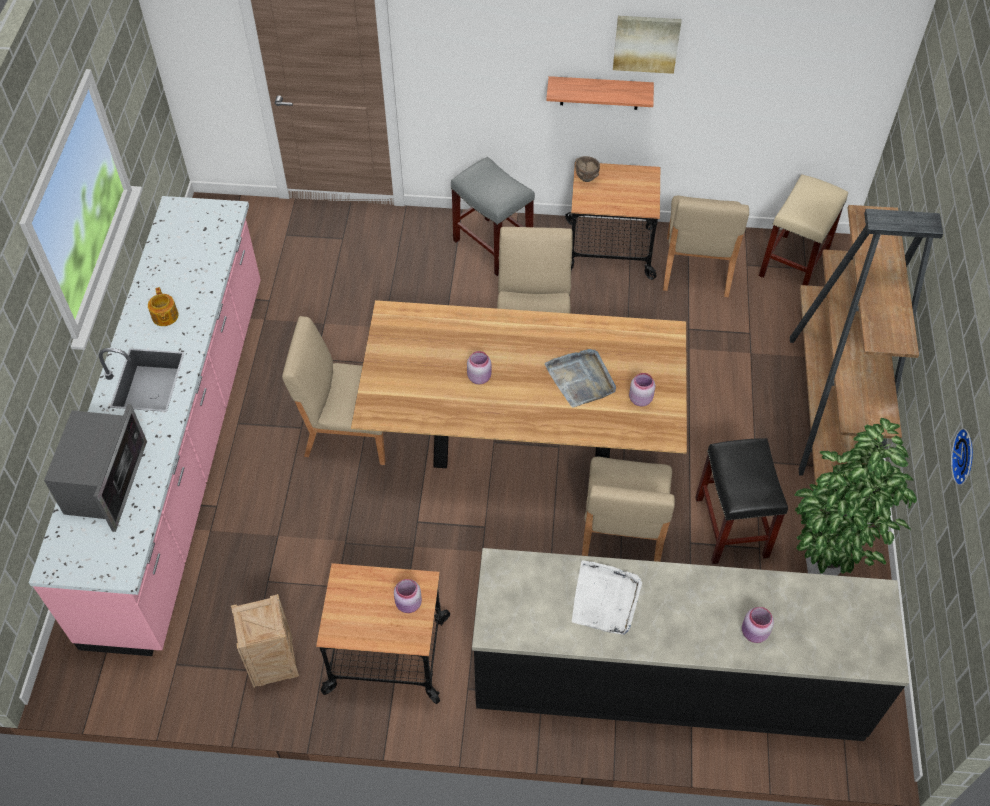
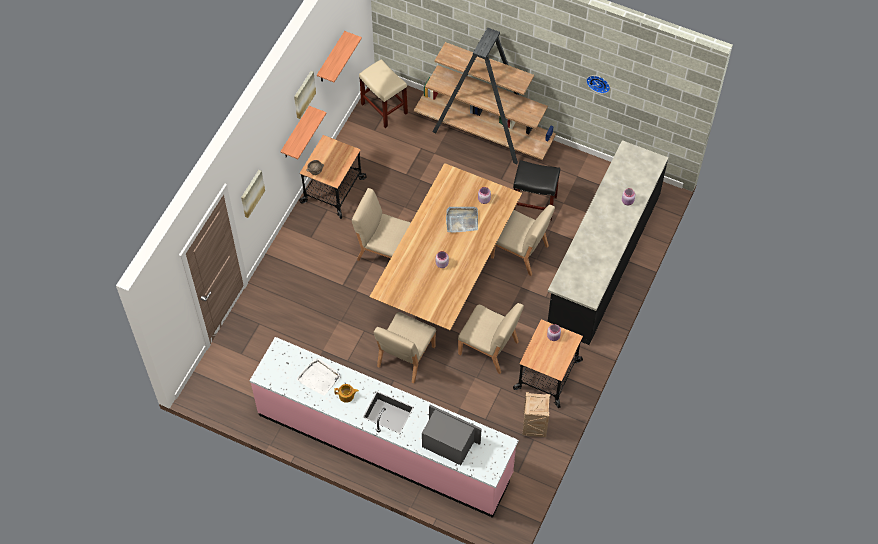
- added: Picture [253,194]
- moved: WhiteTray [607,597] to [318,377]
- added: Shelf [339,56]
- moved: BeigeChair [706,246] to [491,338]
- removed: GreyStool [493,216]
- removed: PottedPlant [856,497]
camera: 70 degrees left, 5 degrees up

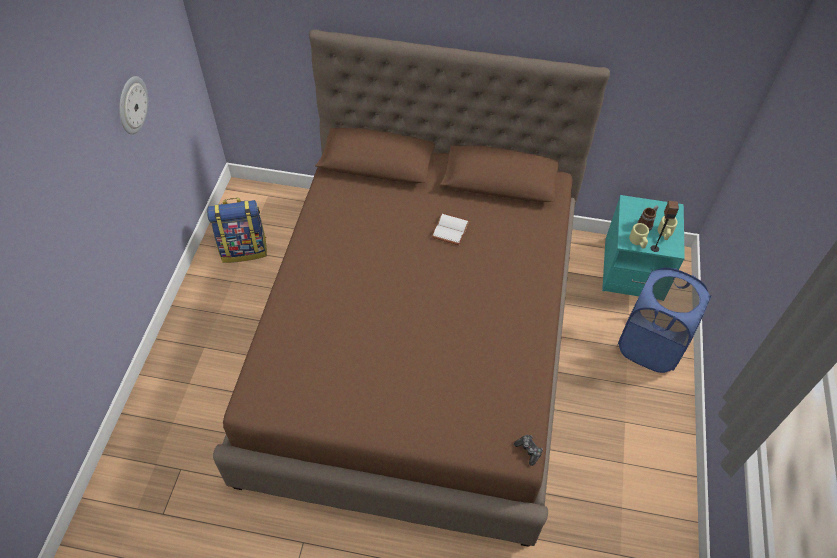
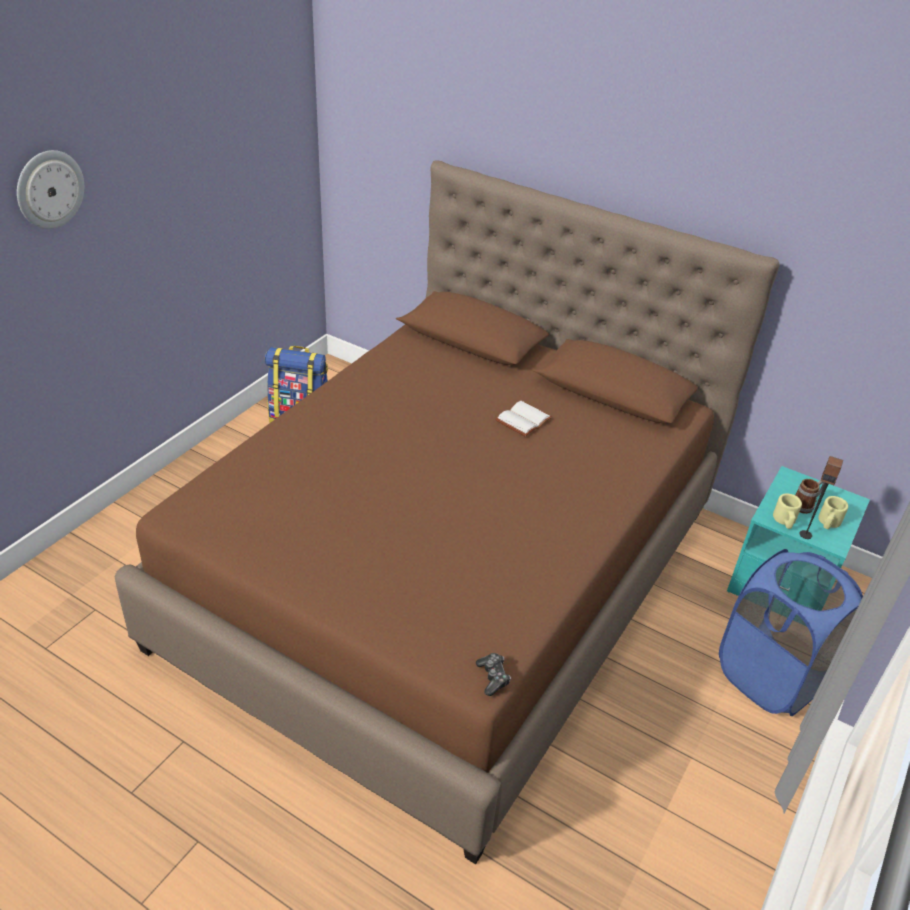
- moved: WallClock [133,105] to [50,189]
camera: 20 degrees right, 15 degrees down

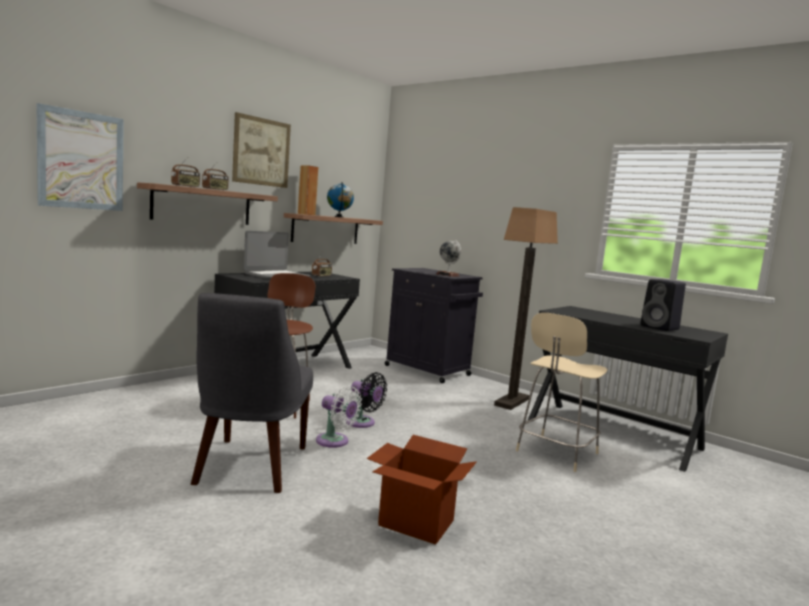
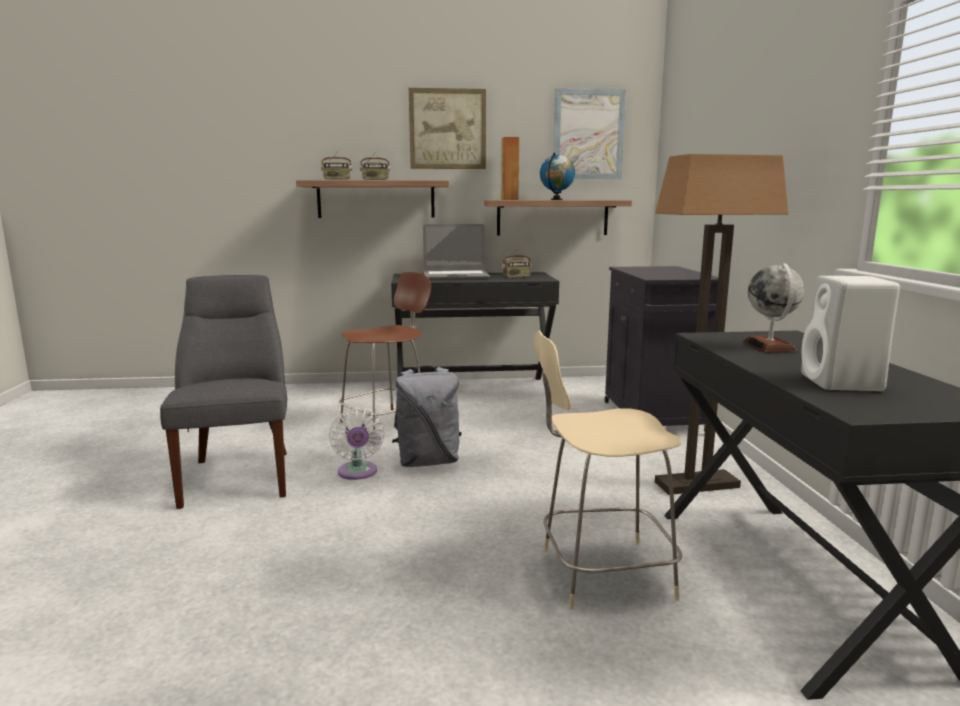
- turned: GreyChair [252,393] = [224,392] 120 degrees clockwise
- replaced: BlackFan [366,400] to GreyBackpack [427,416]
- moved: Picture [80,157] to [590,133]
- moved: Globe [448,258] to [773,308]
- recoloured: BlackSpeaker [663,305] to WhiteSpeaker [850,333]
- removed: CardboardBox [422,490]
camera: 45 degrees right, 5 degrees up

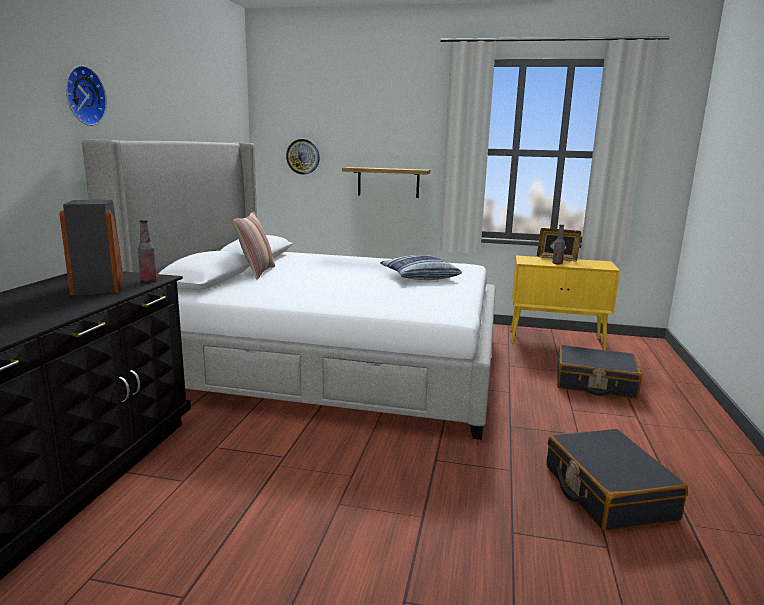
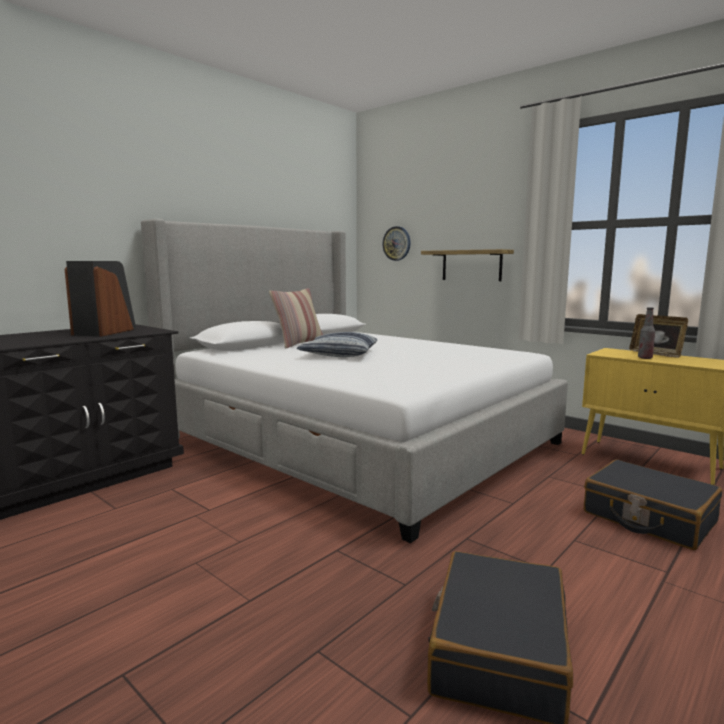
- moved: Pillow [421,267] to [337,344]
- removed: WallClock [86,95]
- removed: Bottle [147,251]
camera: 30 degrees right, 5 degrees down

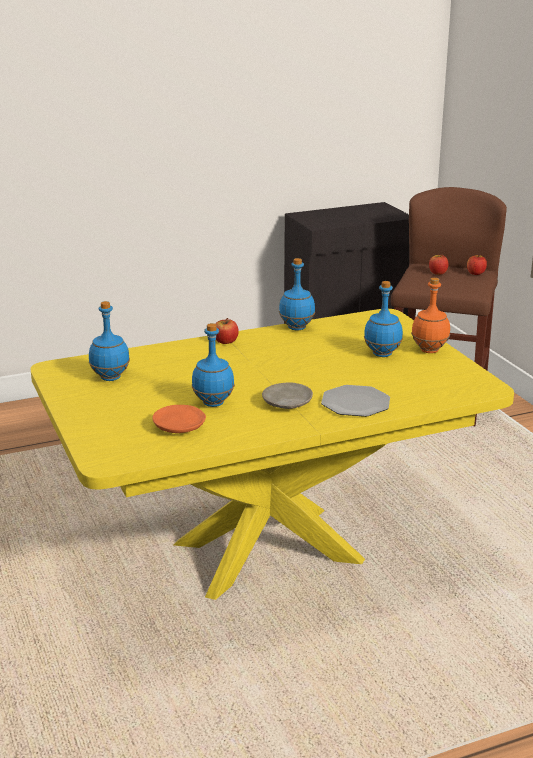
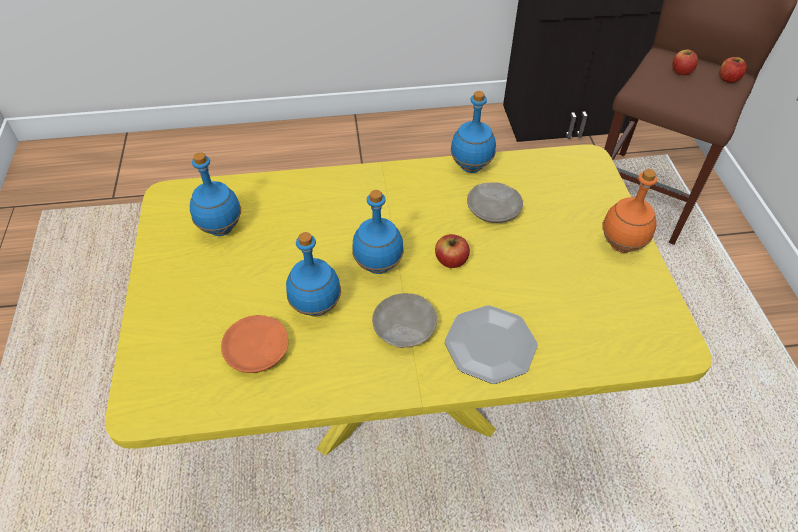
- moved: BlueBottle [383,319] to [378,232]
- moved: Apple [227,331] to [452,251]
- added: BeigePlate [495,203]
camera: 15 degrees right, 25 degrees up

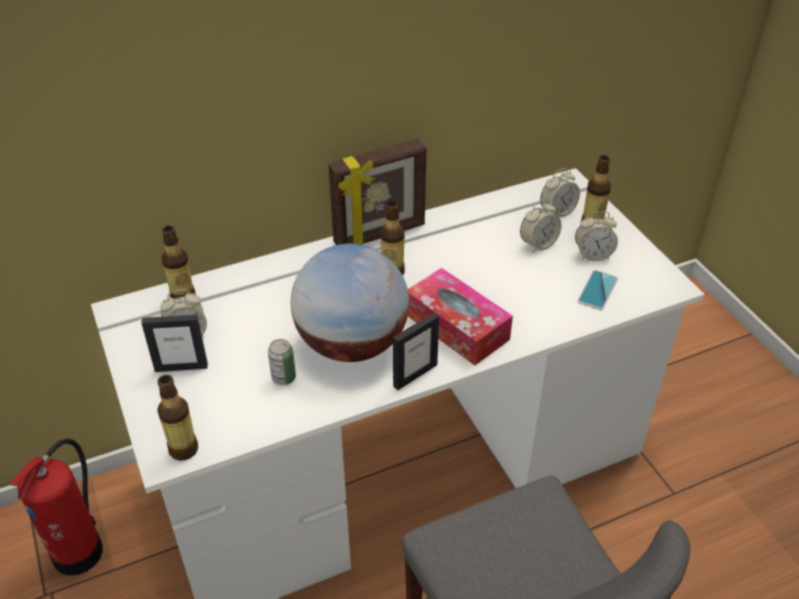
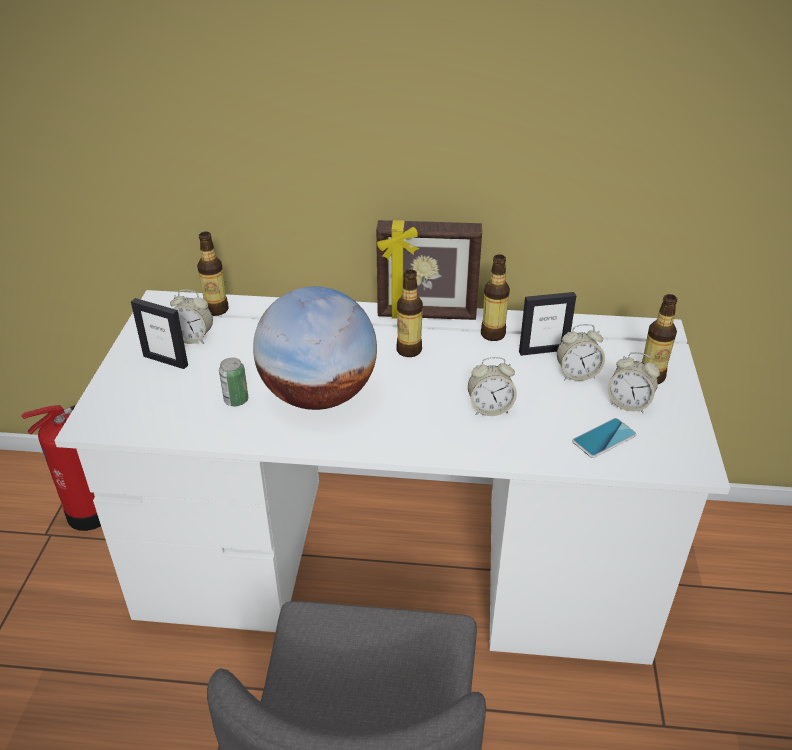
- moved: AlarmClock [560,192] to [492,386]
- moved: Bottle [177,418] to [495,297]
- moved: PictureFrame [416,351] to [547,324]
- removed: TissueBox [460,317]
camera: 30 degrees right, 5 degrees down

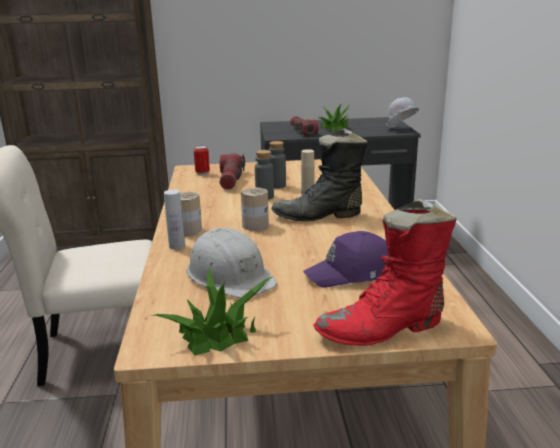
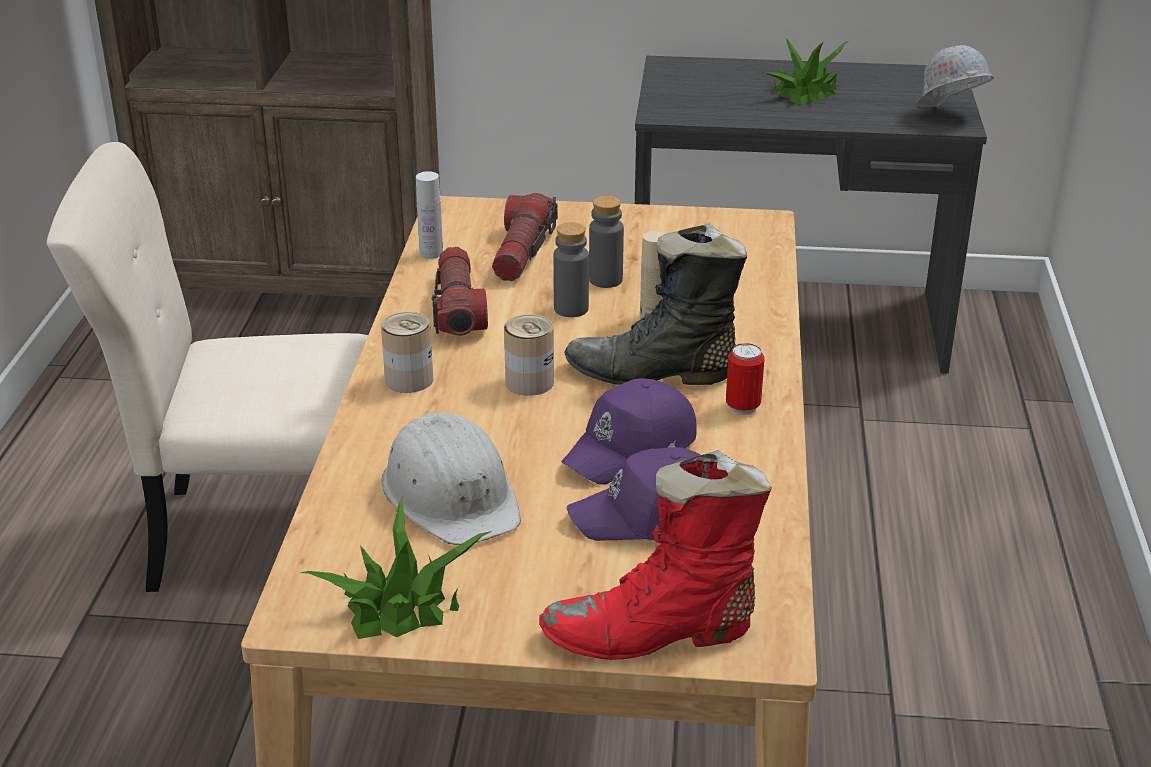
- moved: WhiteBottle [174,219] to [429,215]
- moved: Flashlight [304,125] to [459,291]
- added: PurpleCap [629,431]
- moved: Can [202,160] to [745,379]
camera: 10 degrees right, 10 degrees up

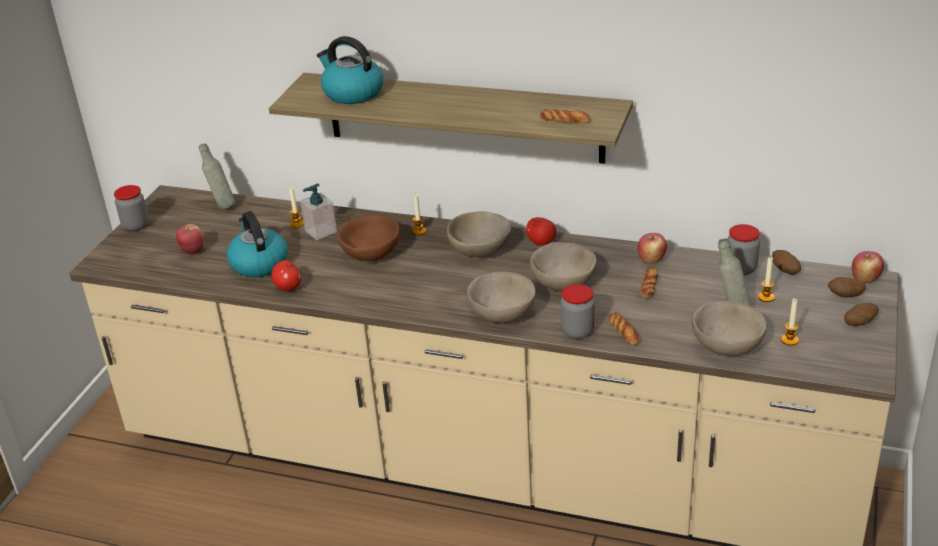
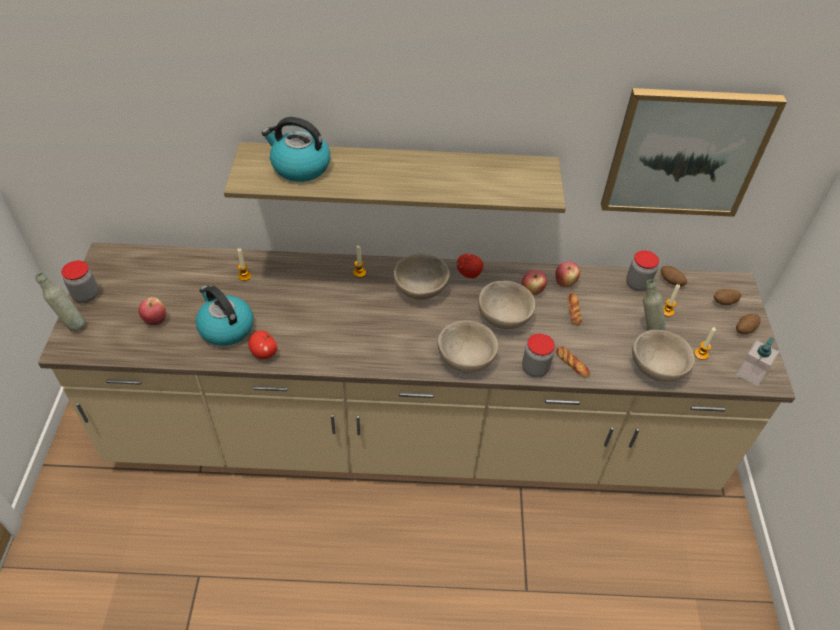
- moved: GreyBottle [217,176] to [60,302]
- moved: Apple [868,267] to [534,283]
- added: Picture [694,152]
- moved: SoapDispenser [318,211] to [758,361]
- removed: BrownBowl [368,238]
- removed: Bread [565,116]
camera: 20 degrees left, 15 degrees up

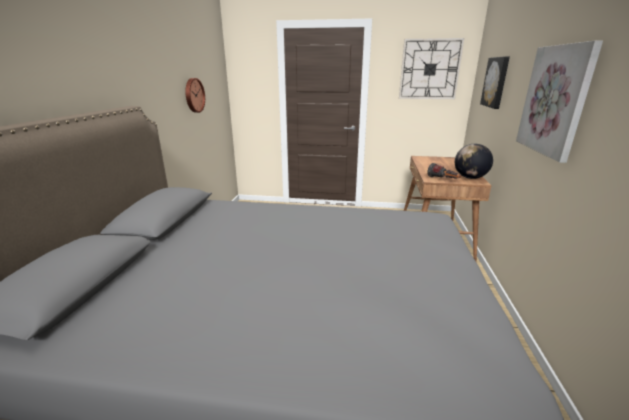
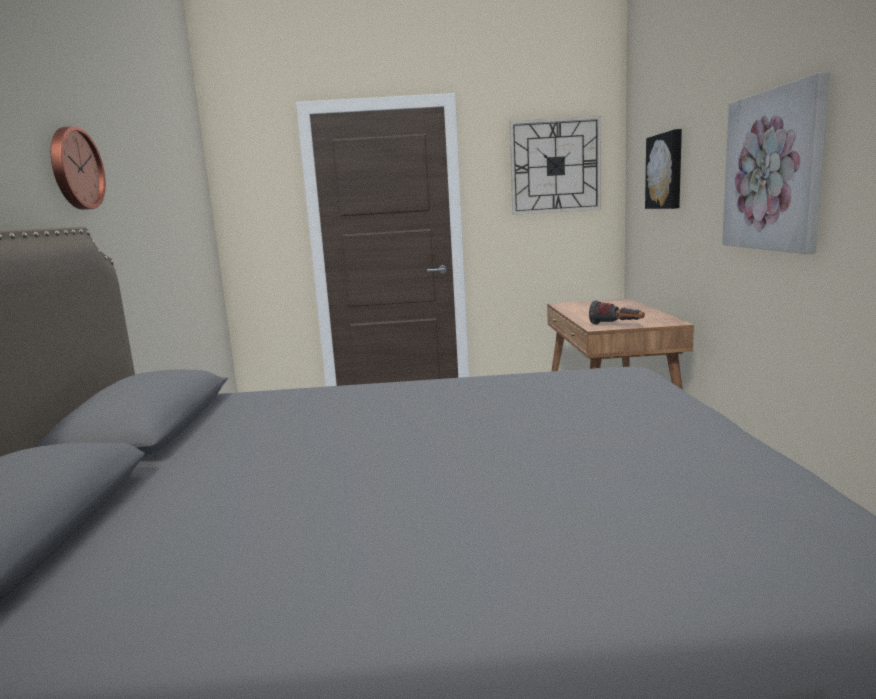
- moved: WallClock [195,95] to [78,168]
- removed: Globe [474,161]
camera: 10 degrees left, 10 degrees down

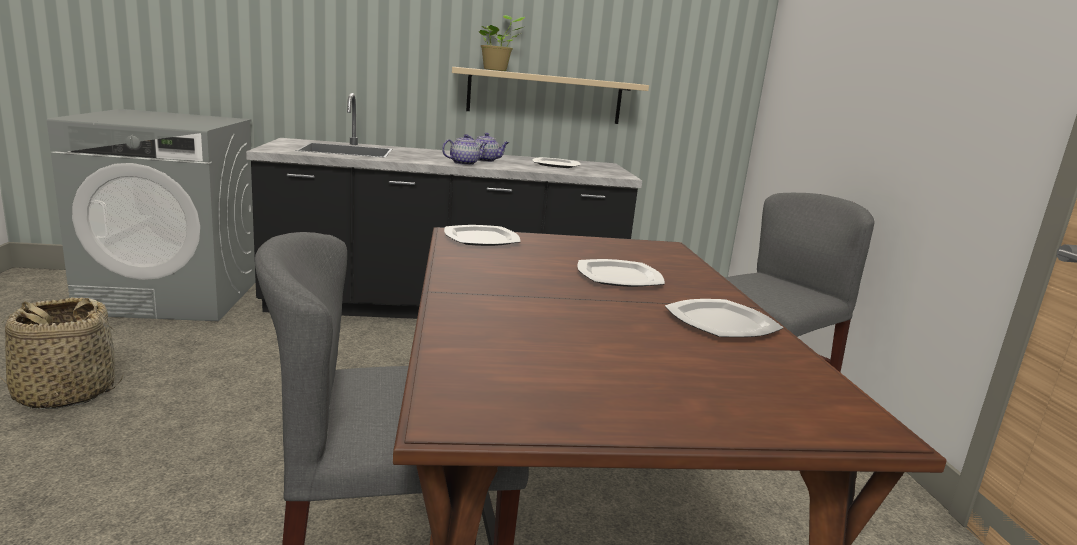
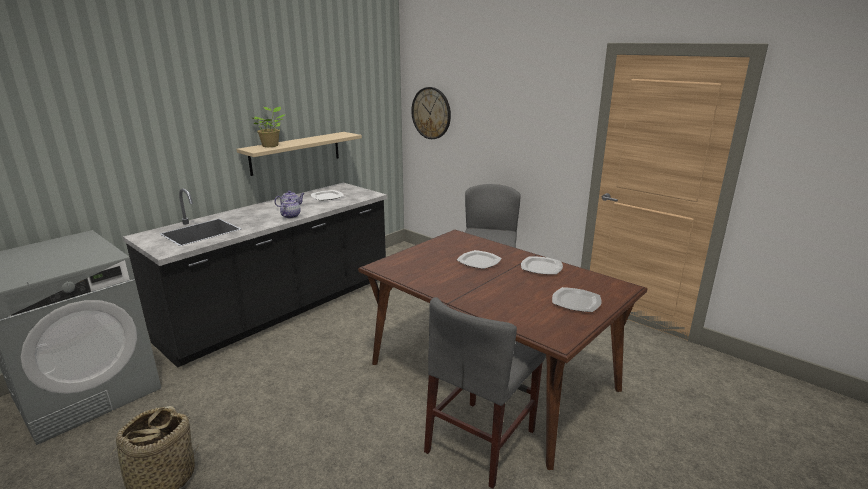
- added: WallClock [431,113]
- moved: Plate [482,235] to [577,299]
camera: 40 degrees left, 5 degrees up

